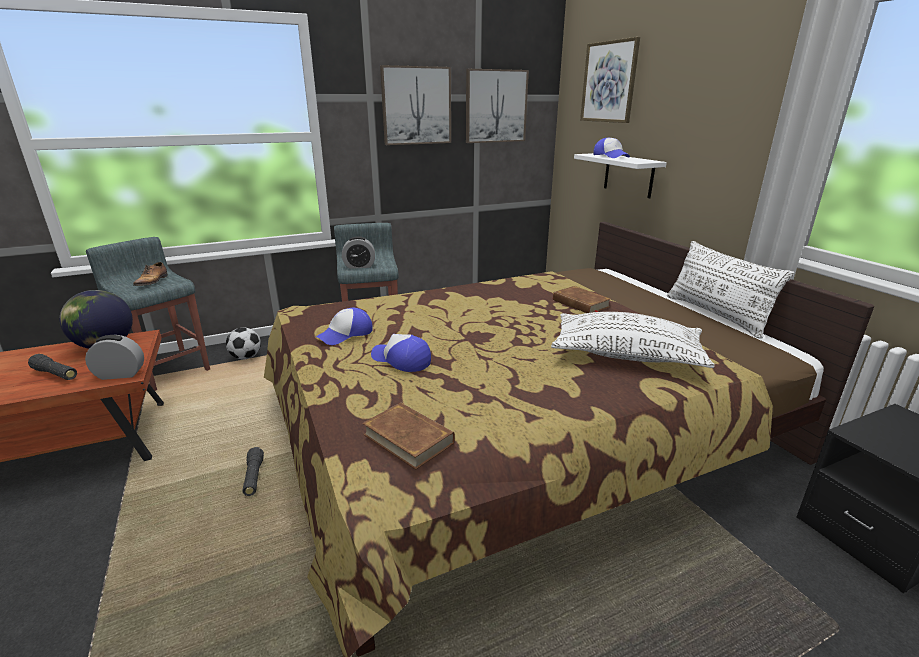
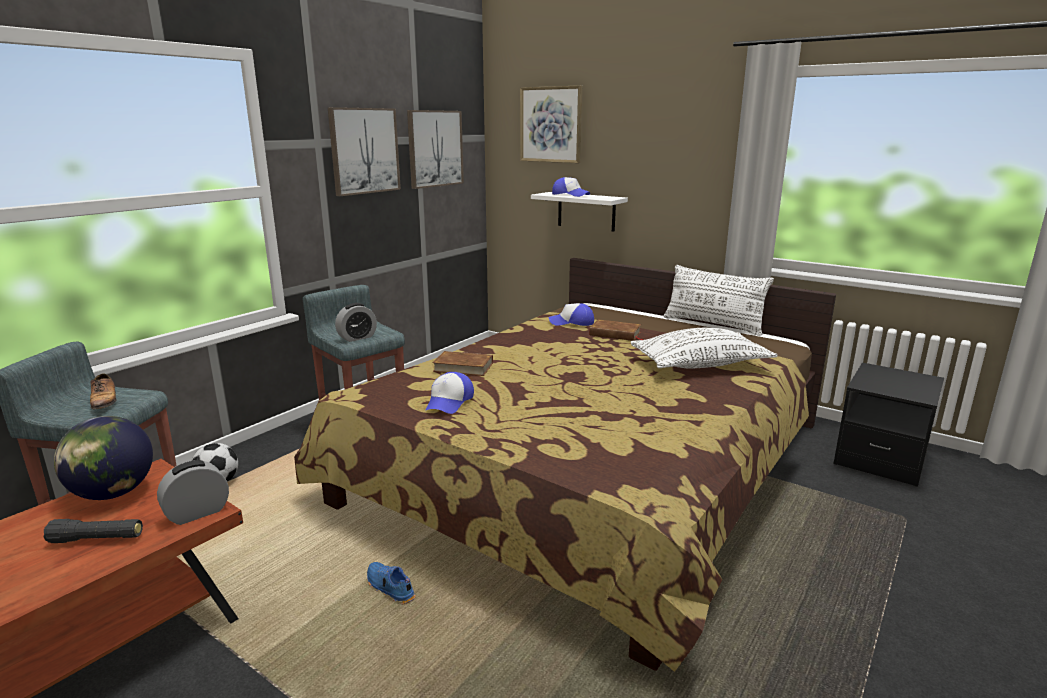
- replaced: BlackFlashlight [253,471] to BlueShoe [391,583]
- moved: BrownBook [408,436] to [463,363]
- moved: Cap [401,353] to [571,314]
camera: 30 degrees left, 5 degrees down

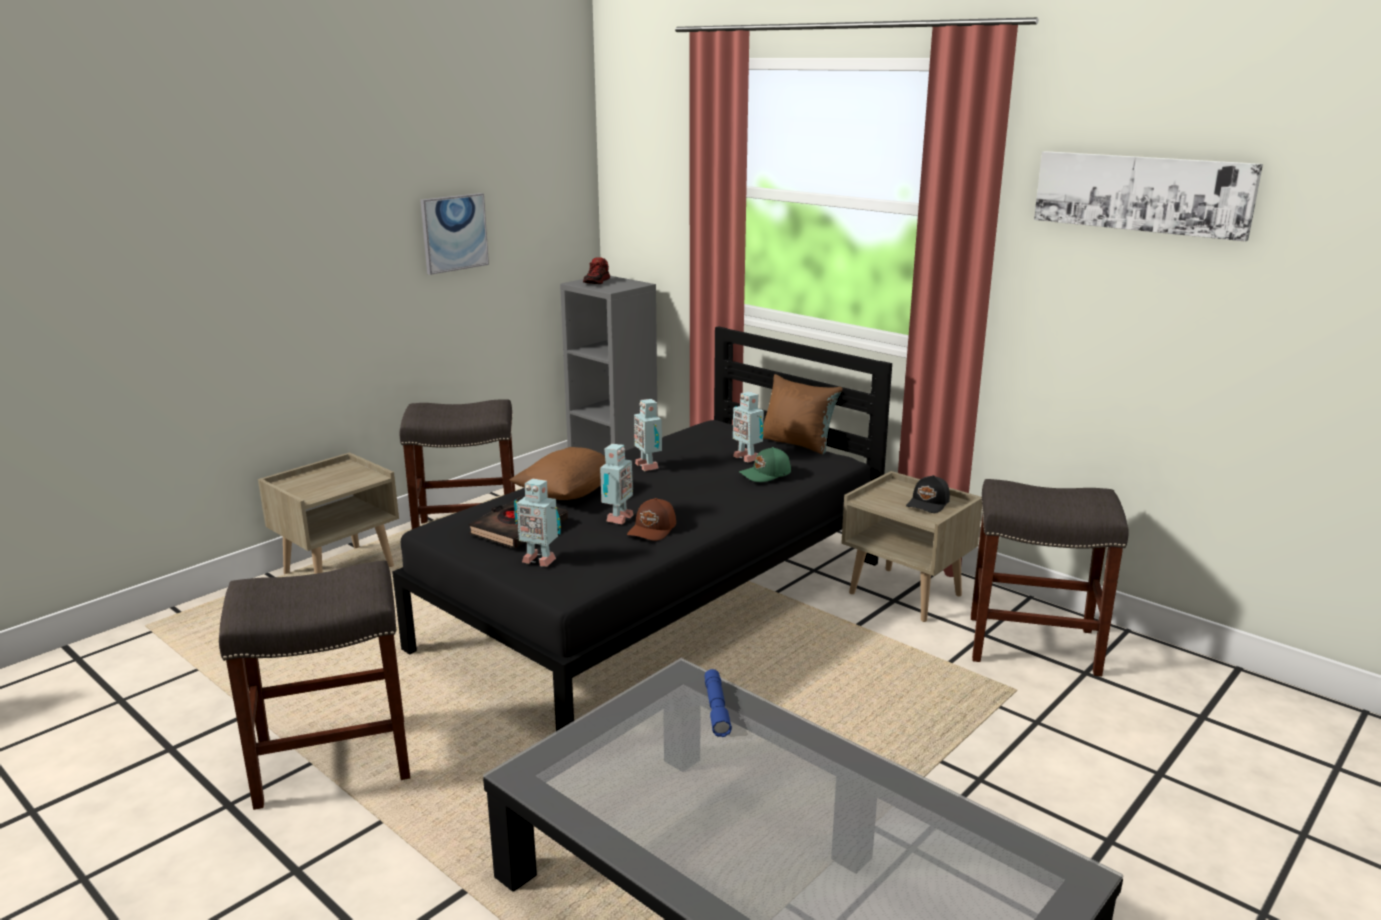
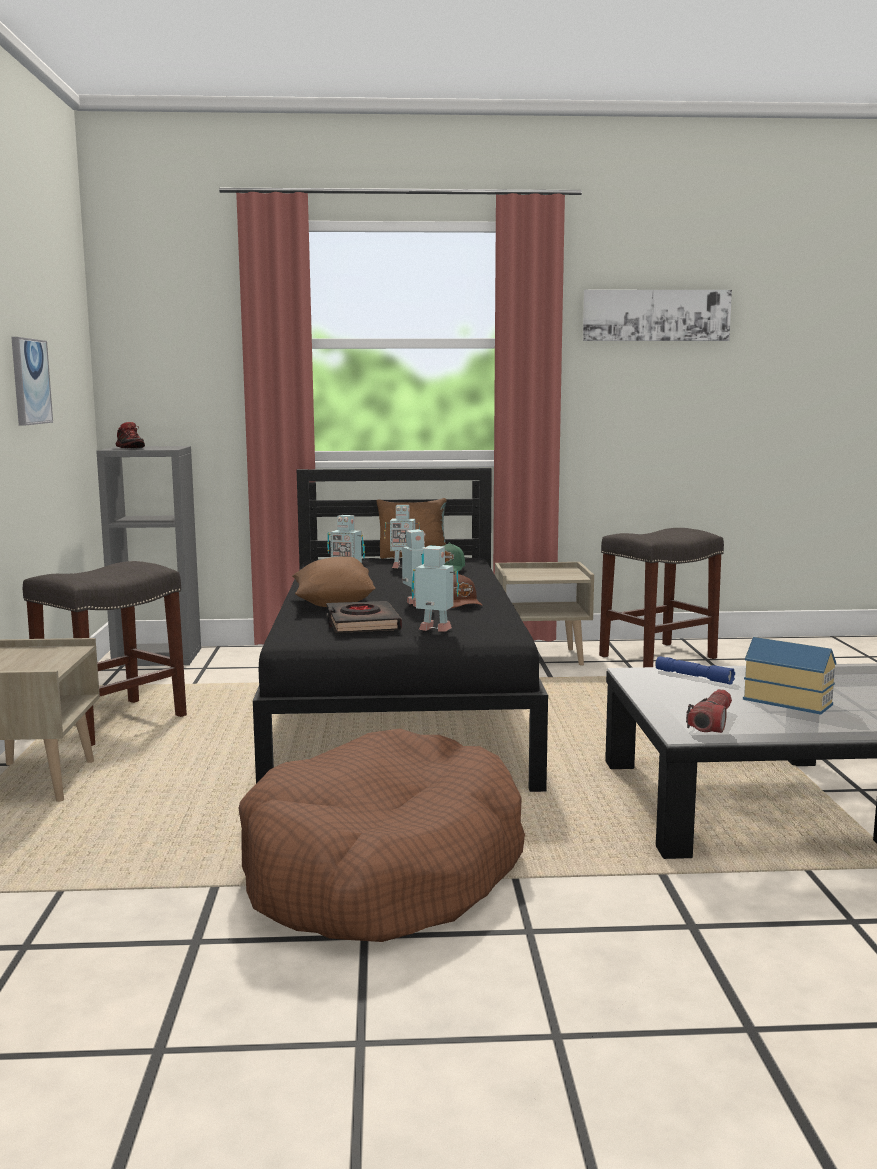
- replaced: GreyStool [314,685] to BrownDogBed [381,835]
- turned: ToyRobot [537,523] = [435,588] 135 degrees counterclockwise
- added: Flashlight [709,711]
- added: ToyHouse [789,676]
- removed: BlackCap [928,494]
camera: 45 degrees left, 10 degrees down

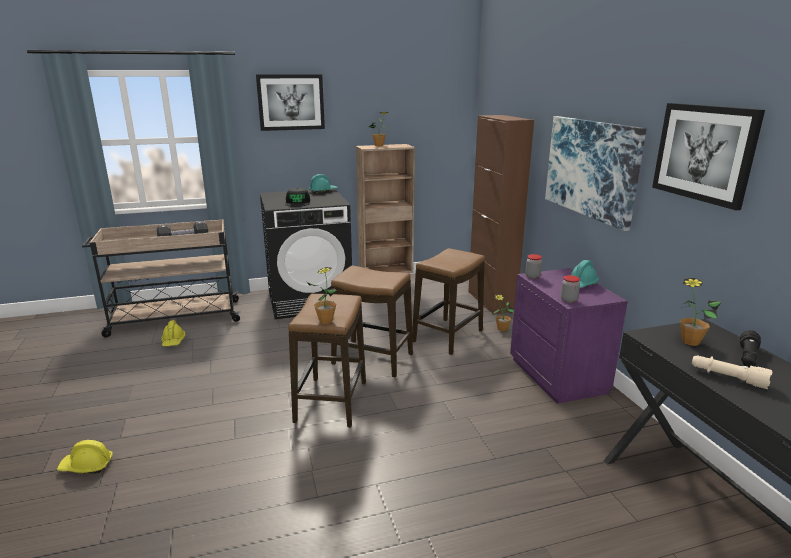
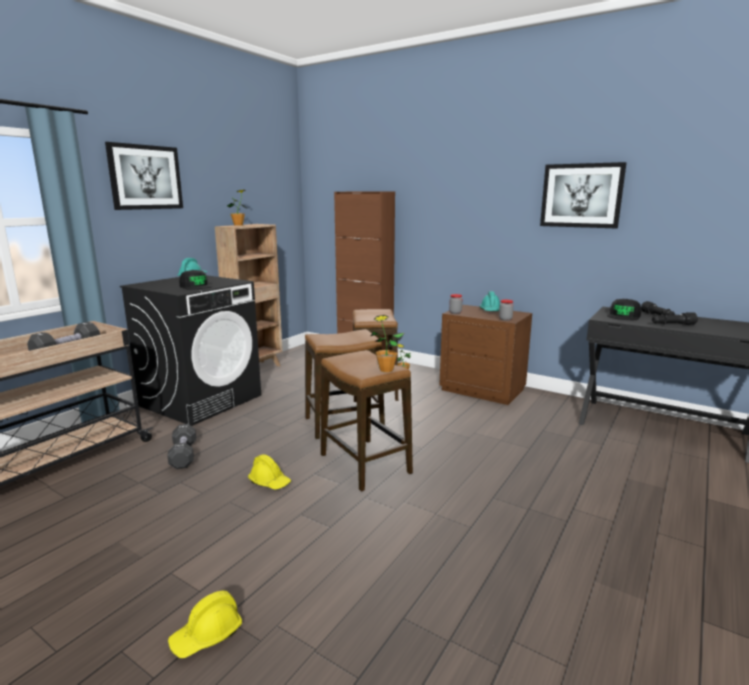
- added: BlackDumbbell [181,446]
- moved: YellowHardHat [173,333] to [269,472]
- recoloured: PurpleNightstand [569,336] to BrownNightstand [485,355]
- replaced: PottedPlant [700,312] to BlackCap [624,309]
- recoloured: BeigeFlashlight [732,372] to BlackFlashlight [675,318]
- removed: Picture [595,173]
camera: 40 degrees left, 5 degrees down

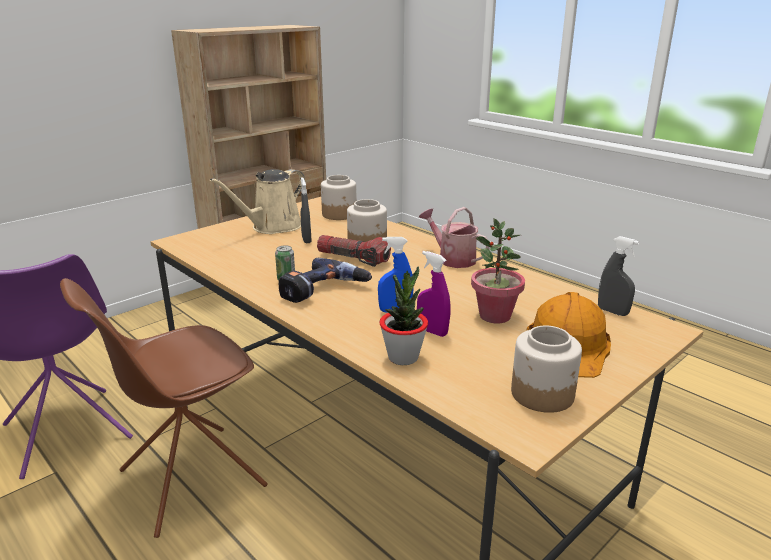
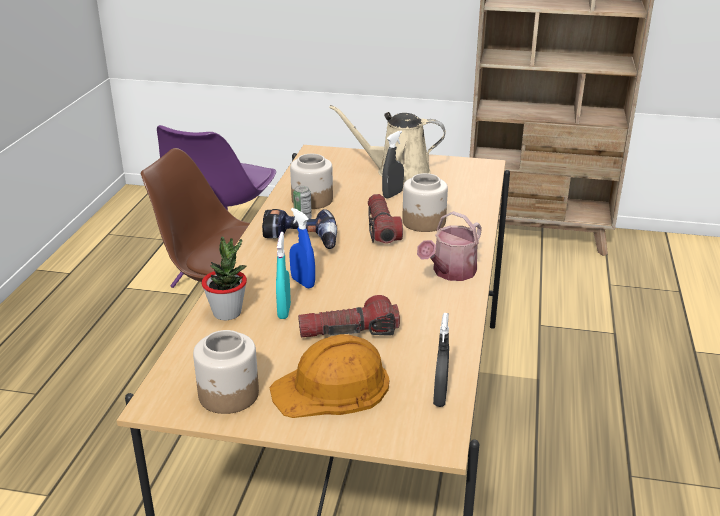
- recoloured: PurpleSprayBottle [433,294] to TurquoiseSprayBottle [283,275]
- moved: Jar [339,197] to [311,181]
- replaced: PottedPlant [498,270] to Flashlight [349,316]
- turned: WateringCan [454,237] = [449,246] 150 degrees counterclockwise
camera: 55 degrees right, 5 degrees up

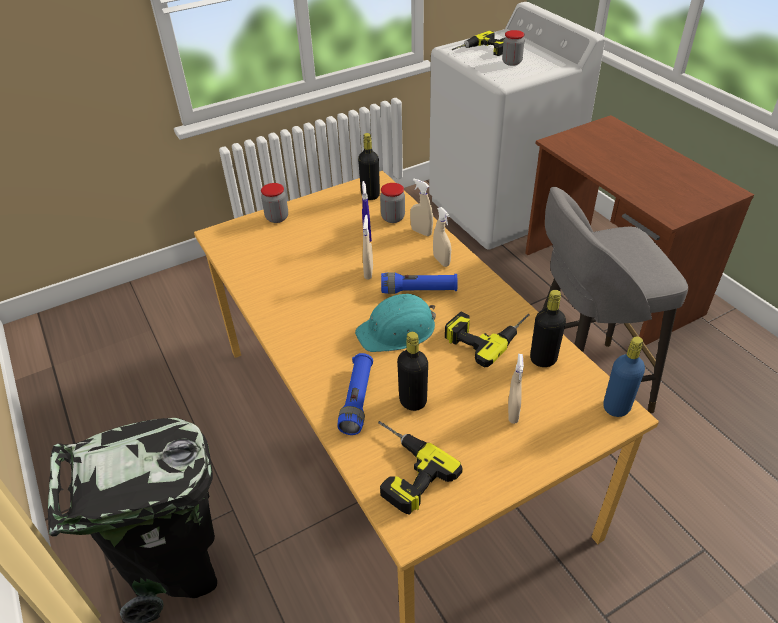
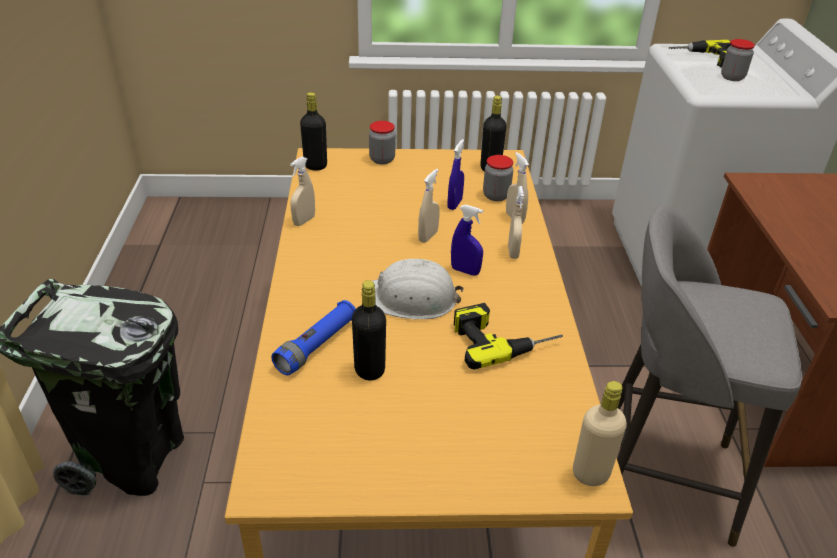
- moved: BeigeSprayBottle [516,389] to [302,191]
- moved: BlackBottle [548,328] to [313,131]
- recoloured: TurquoiseHardHat [395,323] to WhiteHardHat [418,289]
- replaced: BlueFlashlight [419,283] to BlueSprayBottle [467,240]
- recoloured: BlueBottle [624,376] to BeigeBottle [600,433]
- removed: PowerDrill [420,468]
camera: 25 degrees right, 5 degrees down

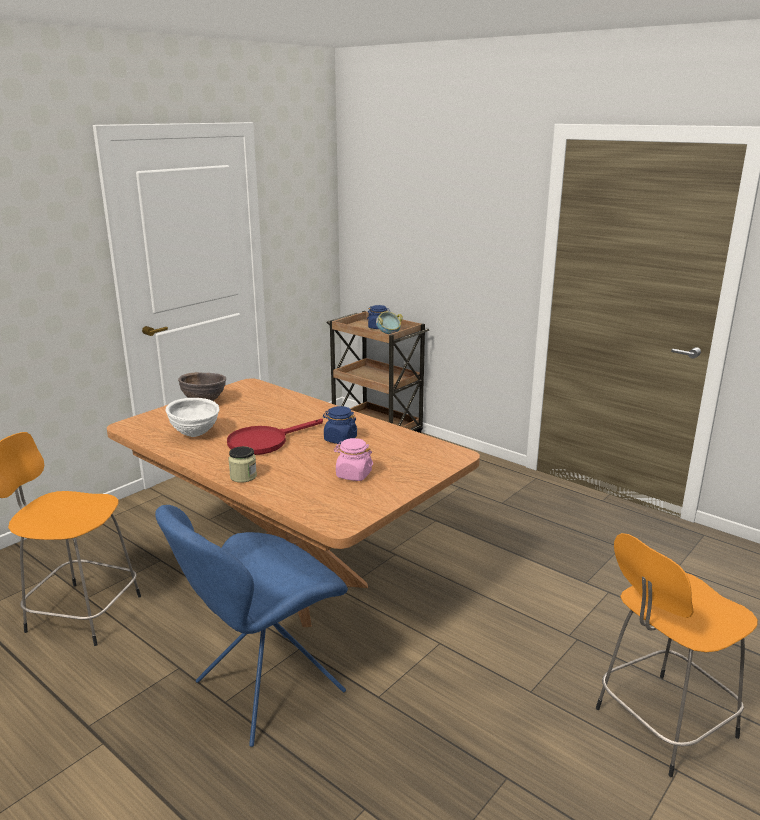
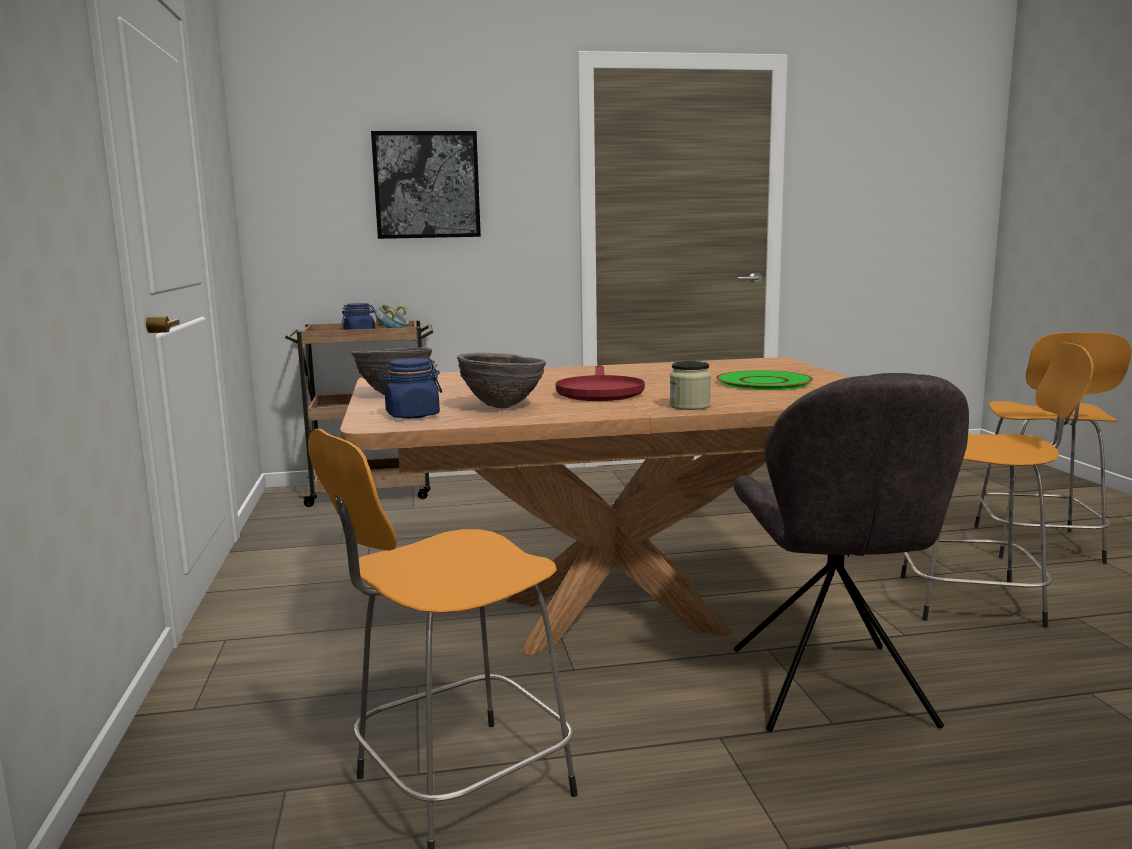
- added: Picture [426,185]
- moved: BlueJar [340,425] to [410,388]
- recoloured: WhiteBowl [192,417] to BrownBowl [501,380]
- replaced: PinkJar [353,459] to GreenPlate [764,380]
- recoloured: BlueChair [251,626] to GreyChair [851,552]
- added: OrangeStool [996,485]
camera: 50 degrees left, 10 degrees down

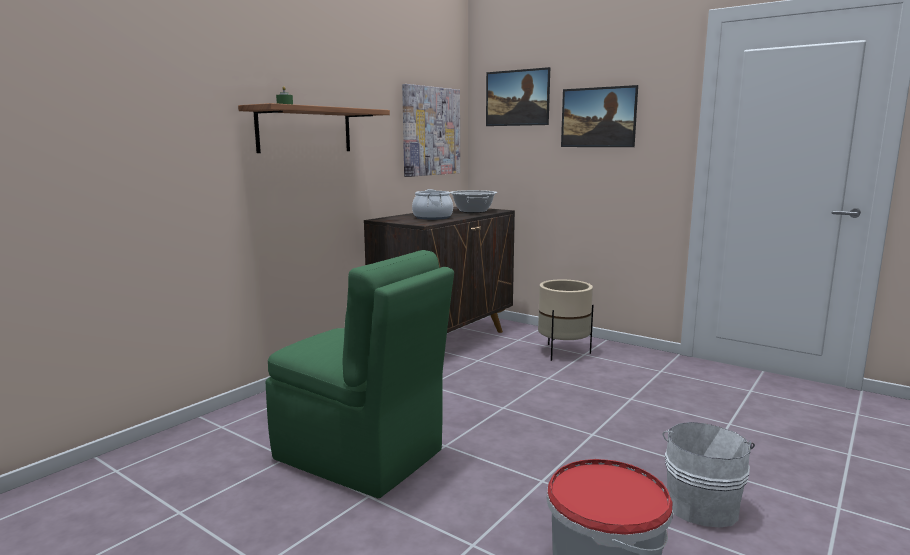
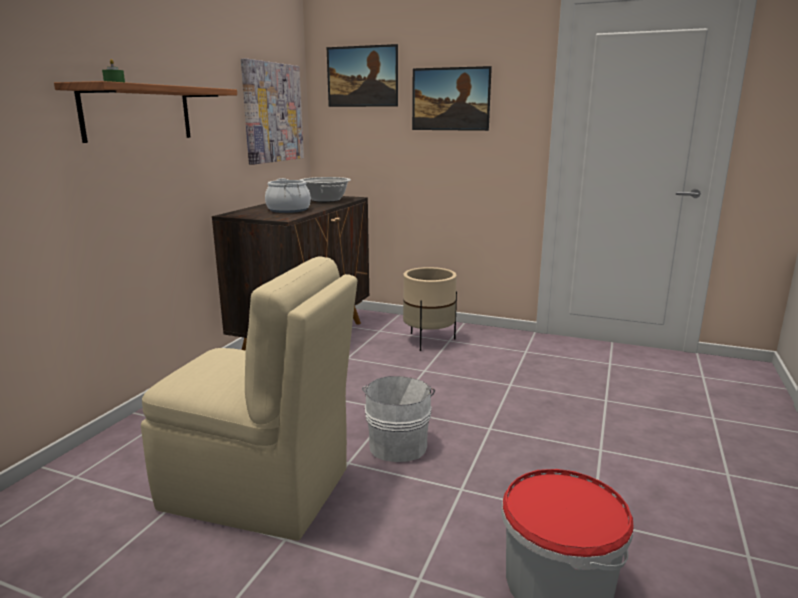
- recoloured: GreenChair [360,374] to BeigeChair [249,398]
- moved: WhiteBucket [709,475] to [398,419]
camera: 15 degrees left, 5 degrees up

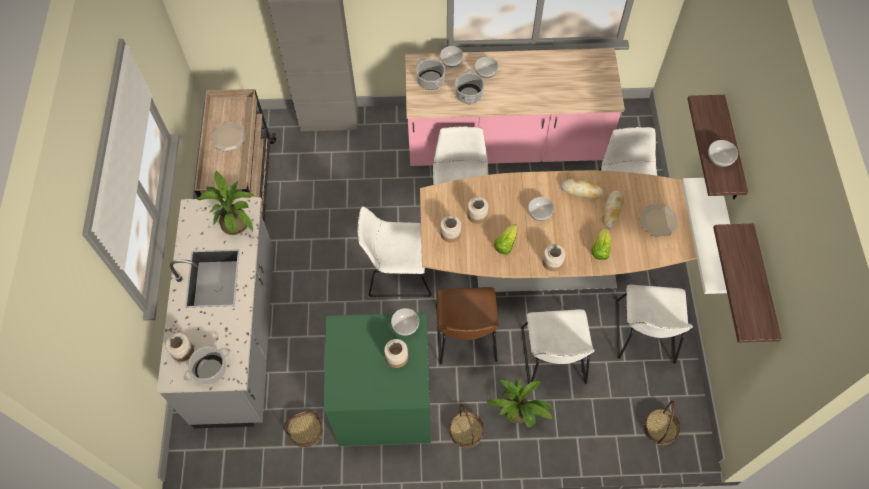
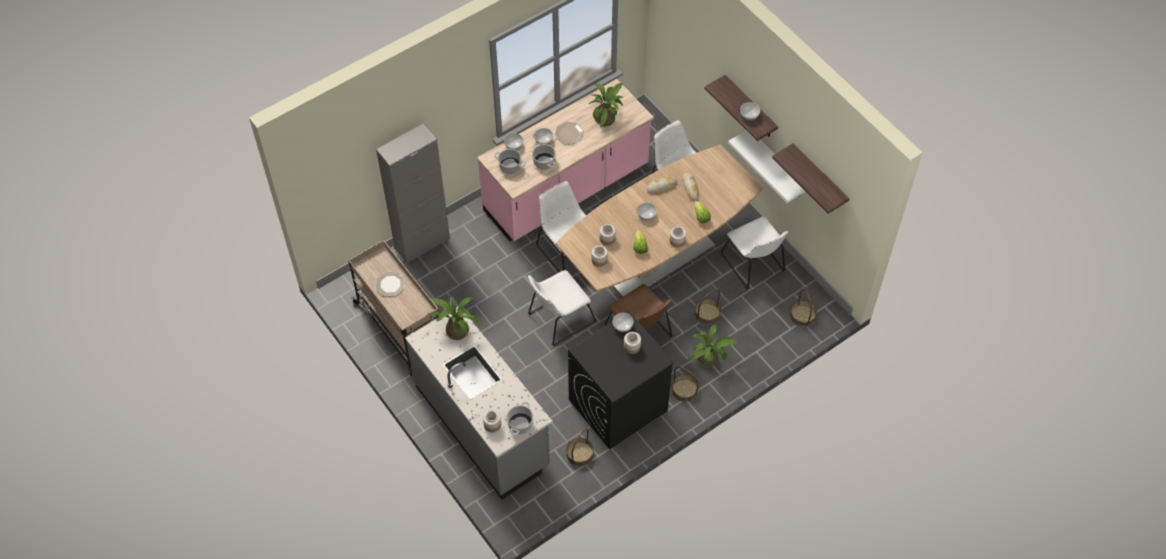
- moved: Plate [658,220] to [569,133]
- recoloured: GreenWashingMachine [377,379] to BlackWashingMachine [621,380]
- added: PottedPlant [606,105]
- replaced: WhiteChair [558,346] to Basket [707,307]
camera: 35 degrees left, 5 degrees down

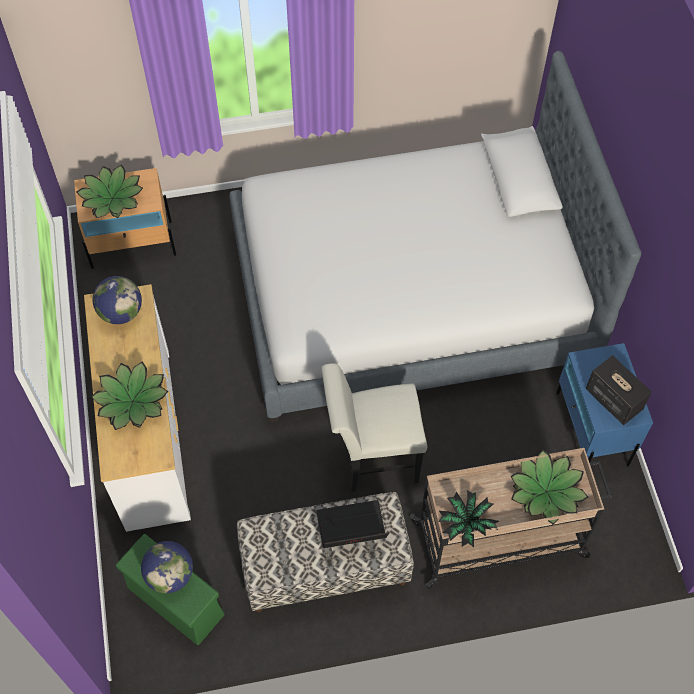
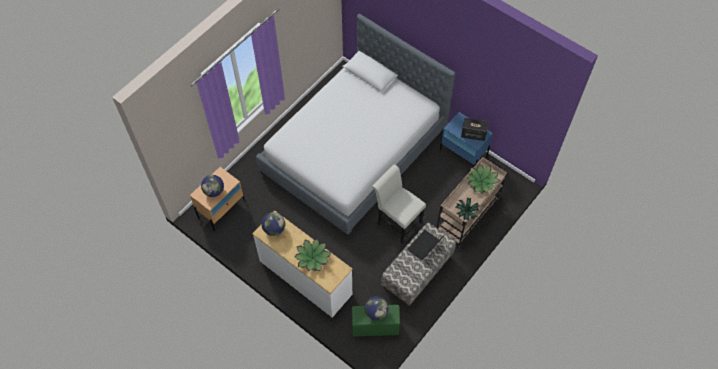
- replaced: PottedPlant [110,191] to Globe [212,186]
- turned: WhiteChair [374,427] = [399,204] 90 degrees clockwise
camera: 40 degrees left, 0 degrees up

